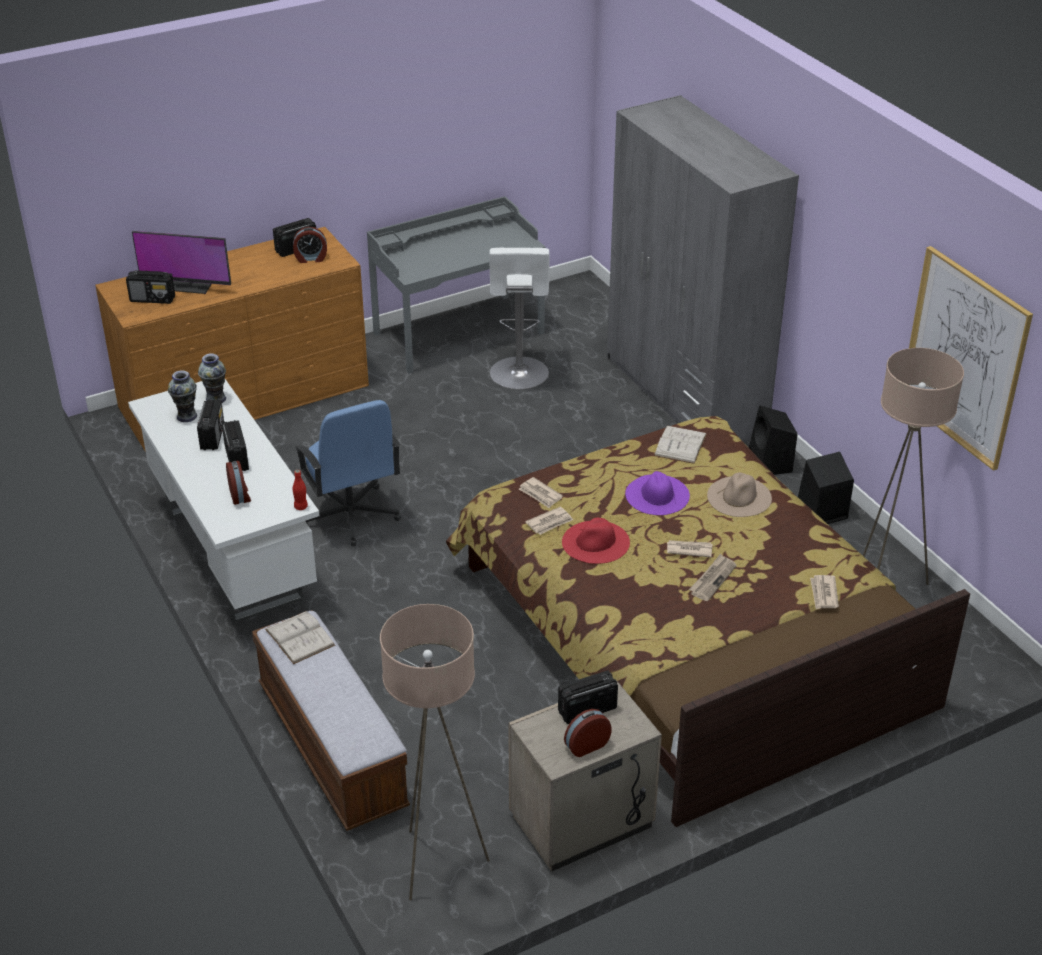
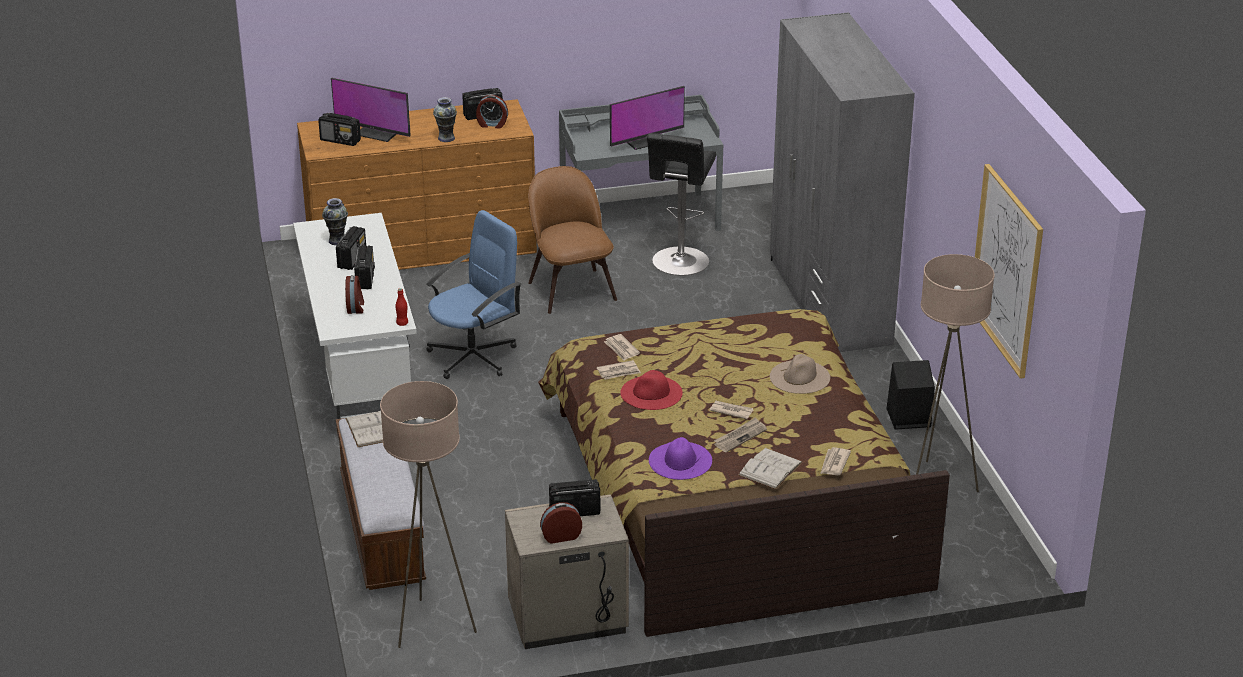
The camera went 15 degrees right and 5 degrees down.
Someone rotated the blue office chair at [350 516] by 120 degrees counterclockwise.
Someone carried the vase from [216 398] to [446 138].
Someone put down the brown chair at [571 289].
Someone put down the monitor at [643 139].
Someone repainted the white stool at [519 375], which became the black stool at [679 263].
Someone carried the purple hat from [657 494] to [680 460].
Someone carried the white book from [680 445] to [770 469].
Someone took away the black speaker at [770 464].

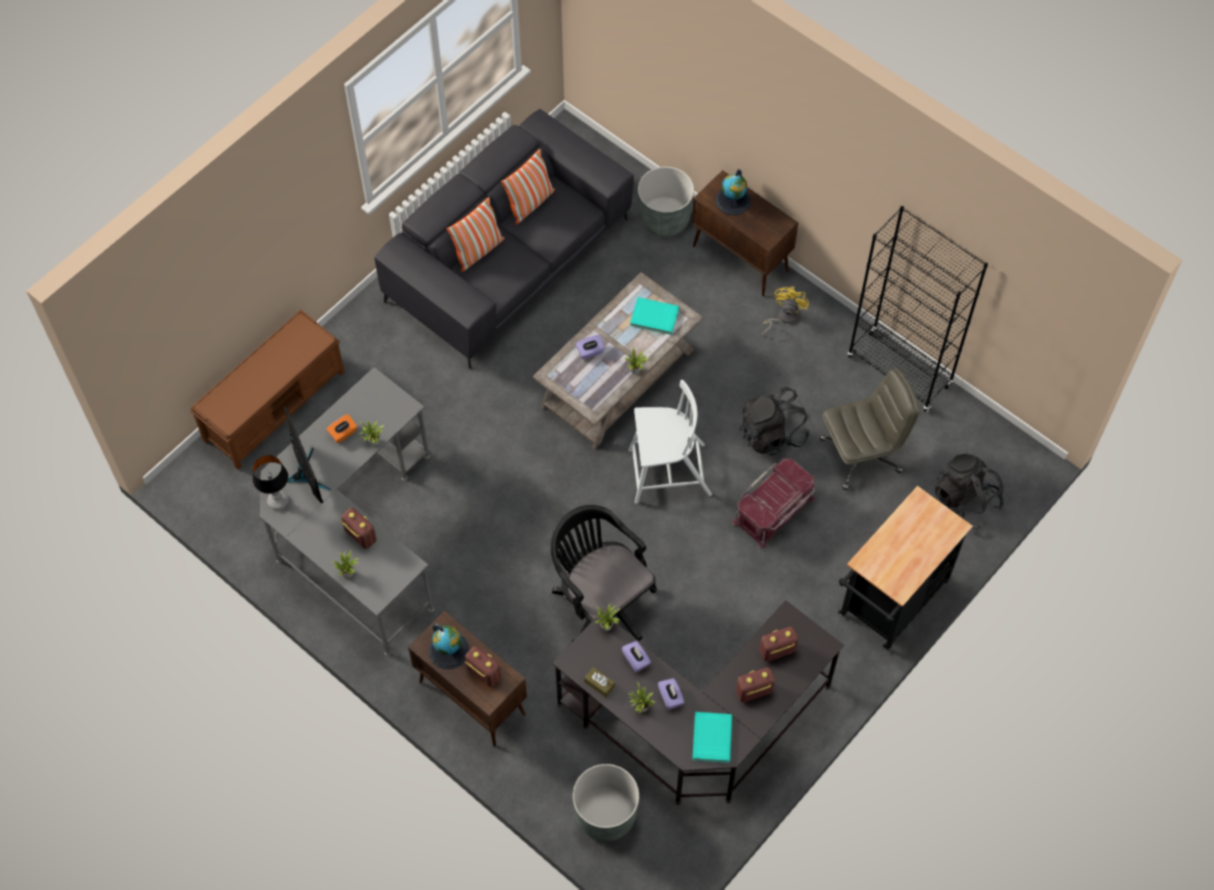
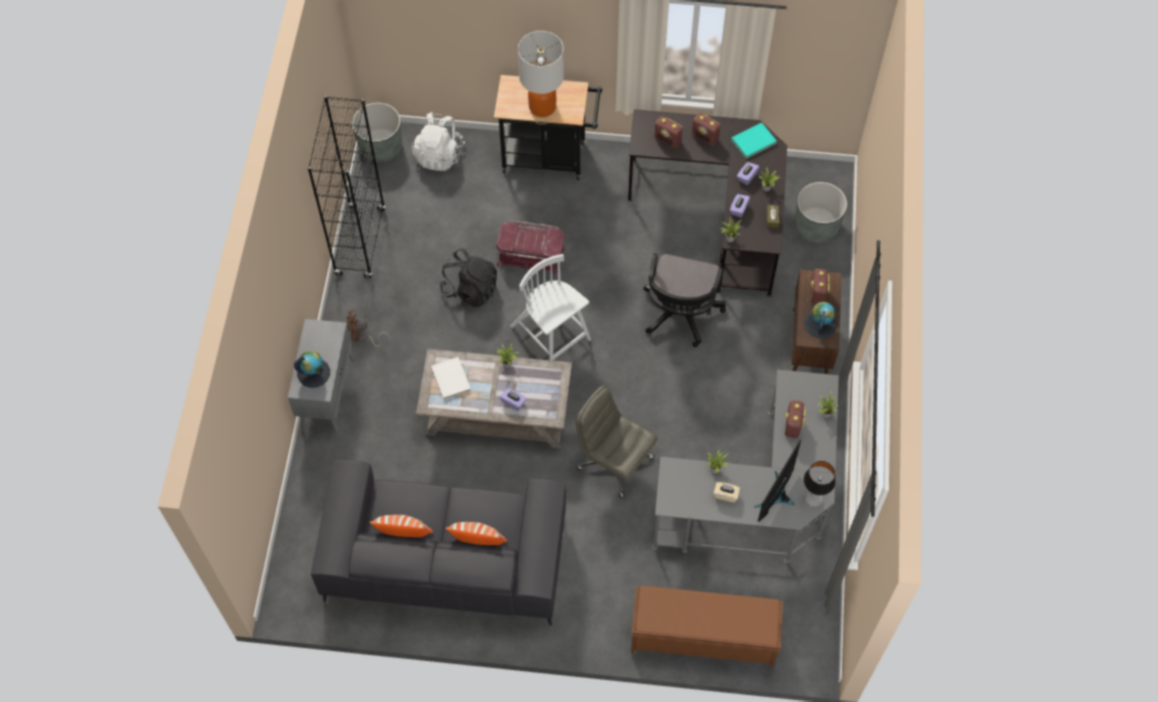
The camera went 125 degrees left and 0 degrees up.
Someone repainted the brown cabinet at [741 259], which became the grey cabinet at [328 395].
Someone repainted the yellow fan at [783 317], which became the brown fan at [363 337].
Someone carried the grey planter from [664 218] to [381 147].
Someone repainted the black backpack at [965 501], which became the white backpack at [439 155].
Someone repainted the turquoise book at [654 317], which became the white book at [451 379].
Someone put down the table lamp at [542 106].
Someone carried the grey office chair from [861 454] to [614 462].
Someone repainted the orange tissue box at [343 433], which became the beige tissue box at [726 495].

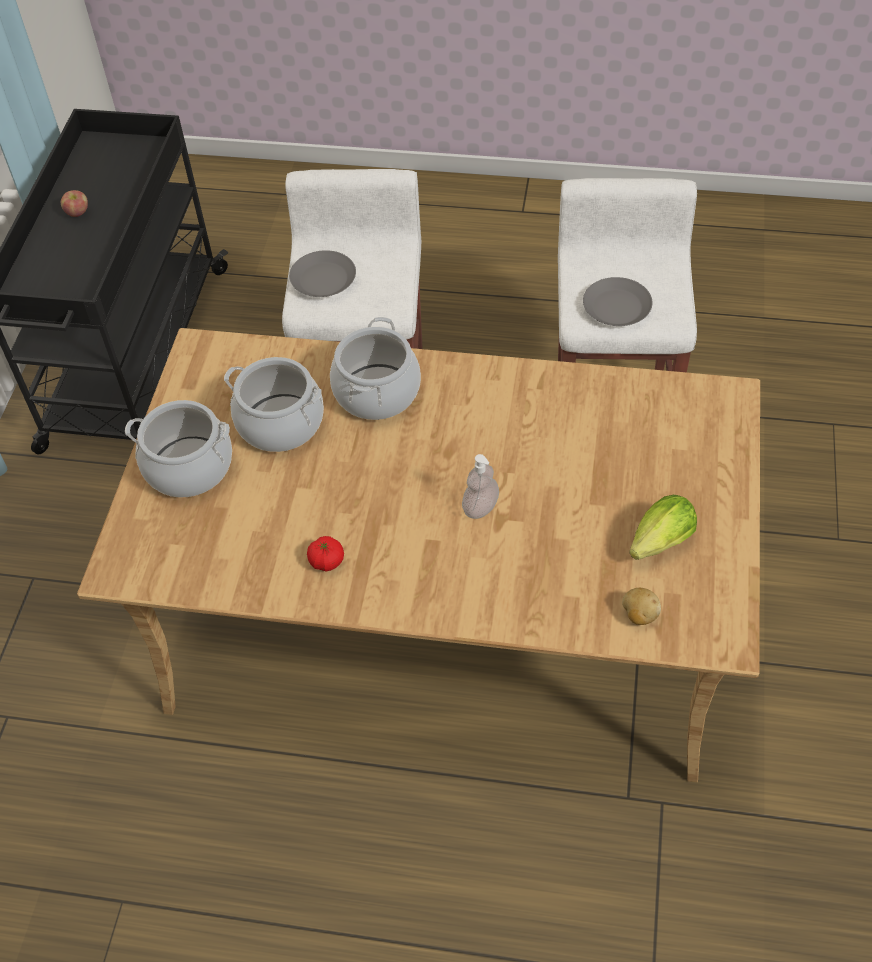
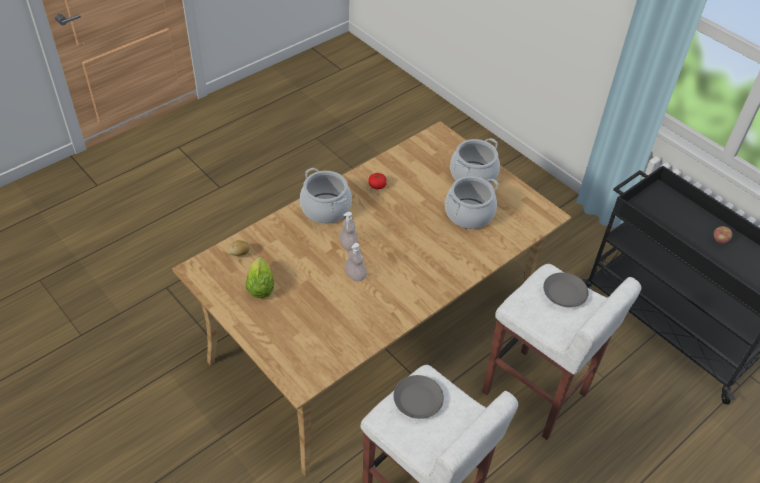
The camera went 125 degrees right and 5 degrees down.
Someone carried the cooking pot from [377 392] to [325 208].
Someone put down the soap dispenser at [355 275].

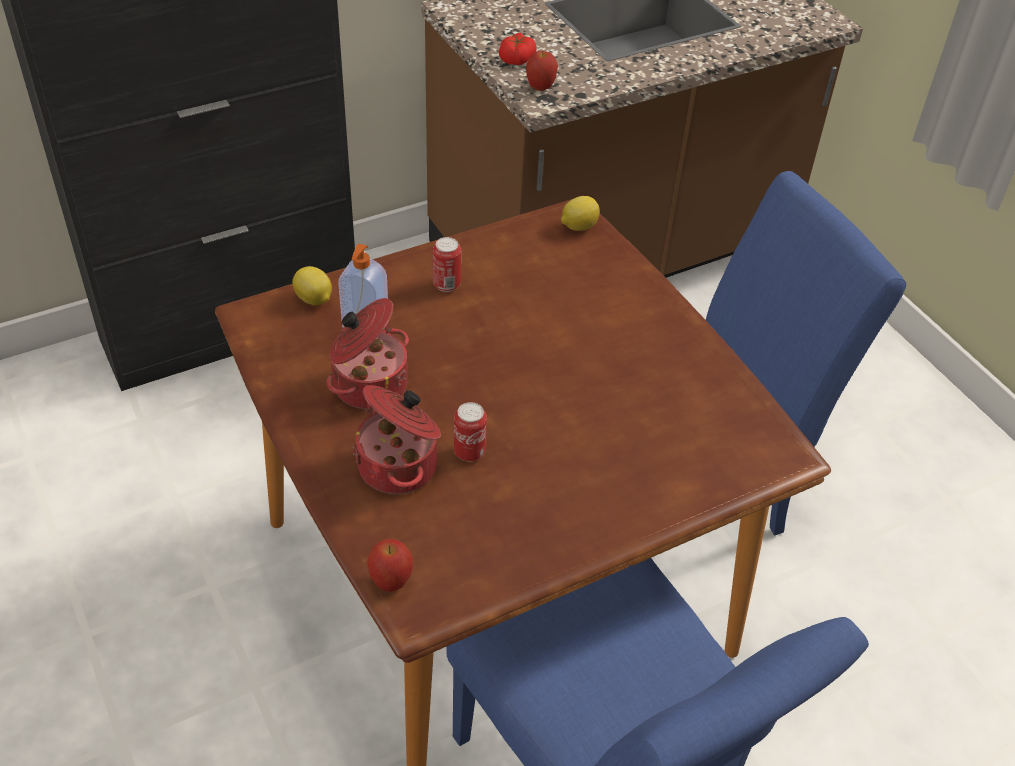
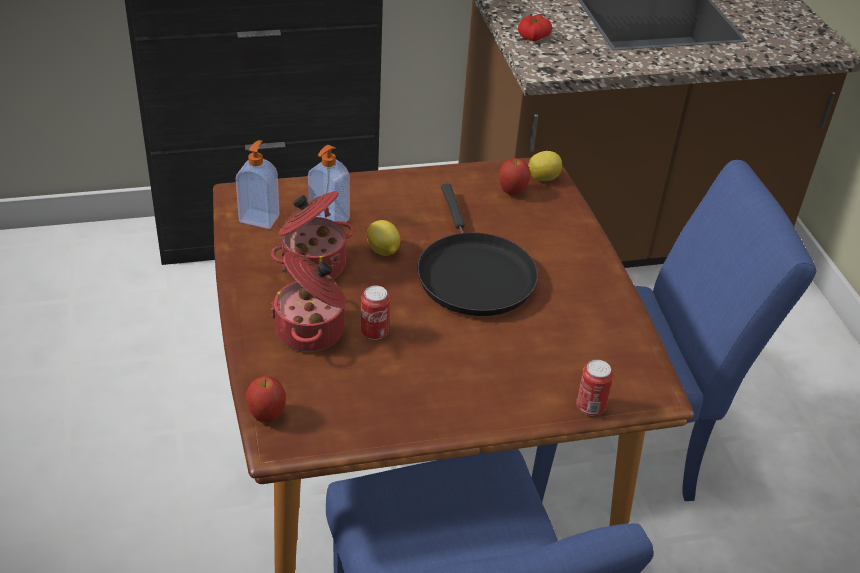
The camera went 15 degrees right and 5 degrees down.
Someone put down the soap dispenser at [259 218].
Someone carried the lemon from [314 300] to [383 251].
Someone put down the black frying pan at [473 274].
Someone carried the apple from [540 88] to [512 192].
Someone carried the can from [446 285] to [590 407].

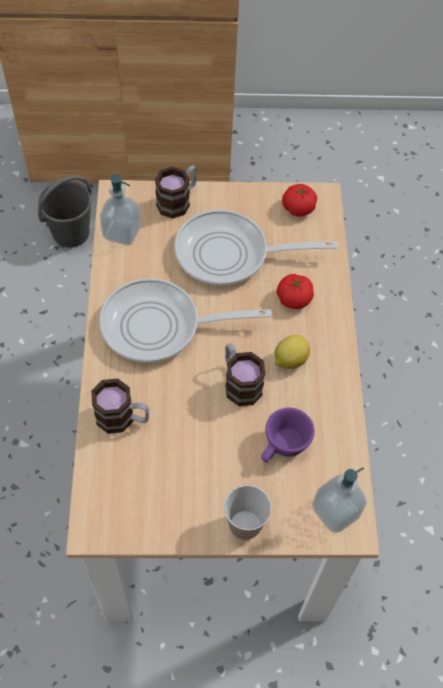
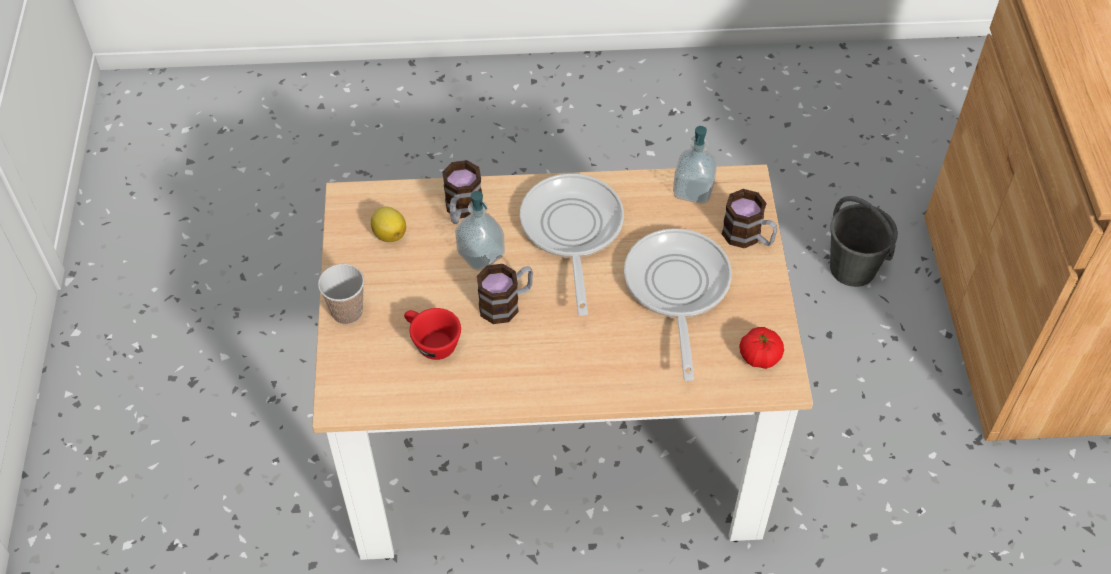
The camera went 90 degrees right and 5 degrees down.
Someone carried the lemon from [289 360] to [389 234].
Someone repainted the purple cup at [283 447], which became the red cup at [431 343].
Someone carried the soap dispenser from [335 511] to [481 254].
Someone took away the tomato at [293 299].

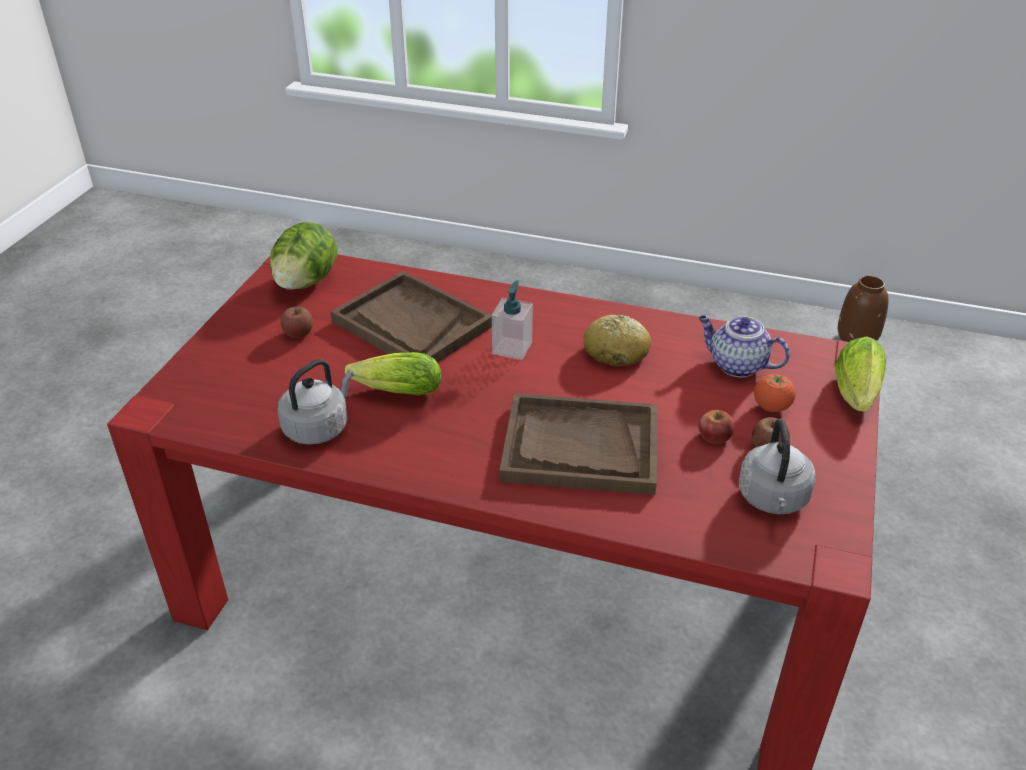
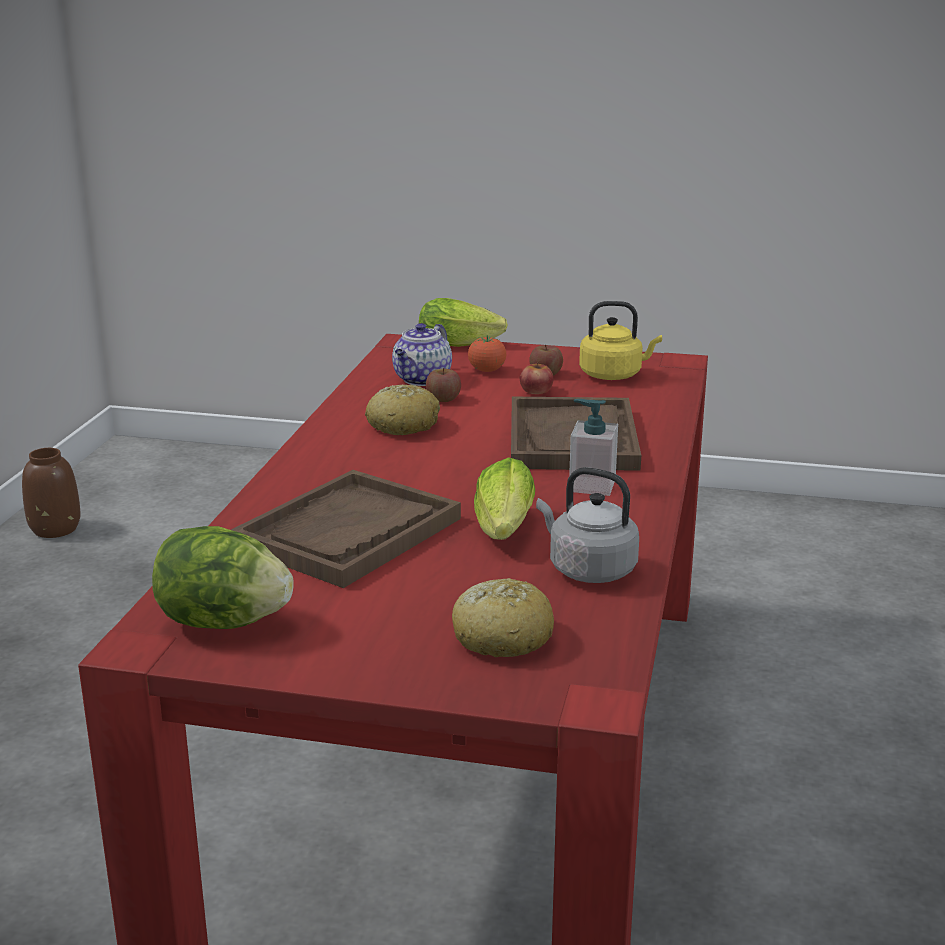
The camera went 95 degrees left and 15 degrees down.
Someone carried the apple from [298 333] to [443 399].
Someone put down the bread at [501 637].
Someone carried the soap dispenser from [512 348] to [592 486].
Someone repainted the grey kettle at [773 499], which became the yellow kettle at [614 375].

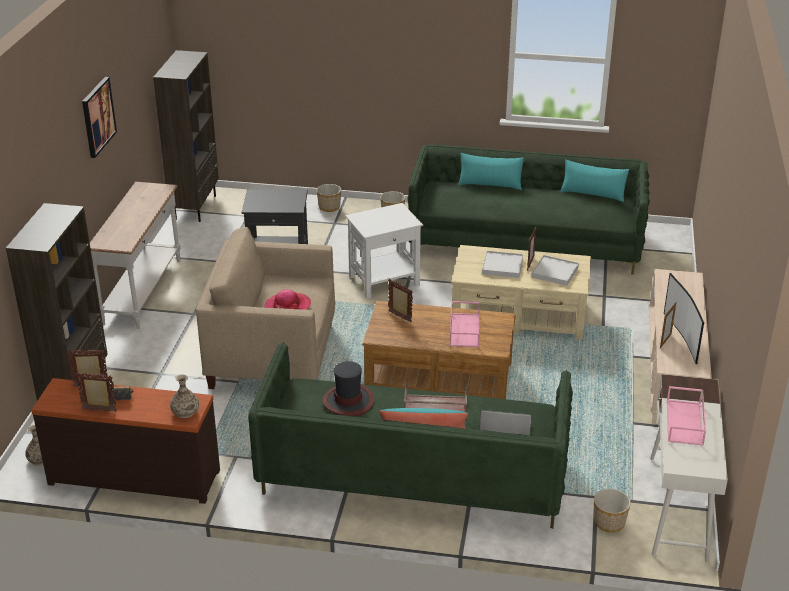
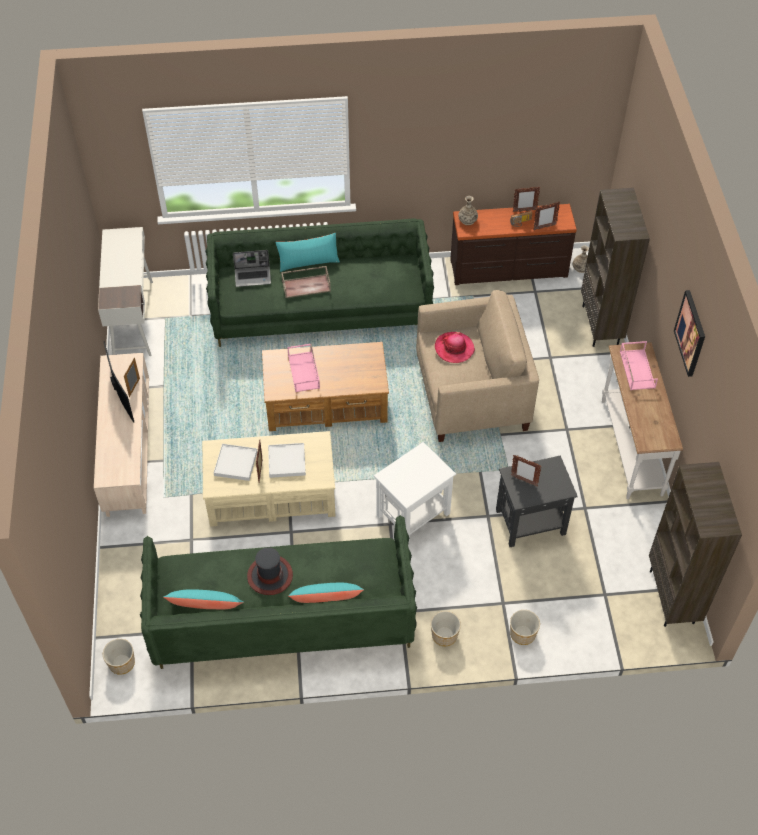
The camera went 165 degrees right and 20 degrees up.
Someone carried the planter from [609 522] to [121 663].
Someone carried the hat from [348 401] to [269 575].
Someone carried the picture frame from [400 317] to [524 480].
Someone carried the pink tray from [685 423] to [636 369].

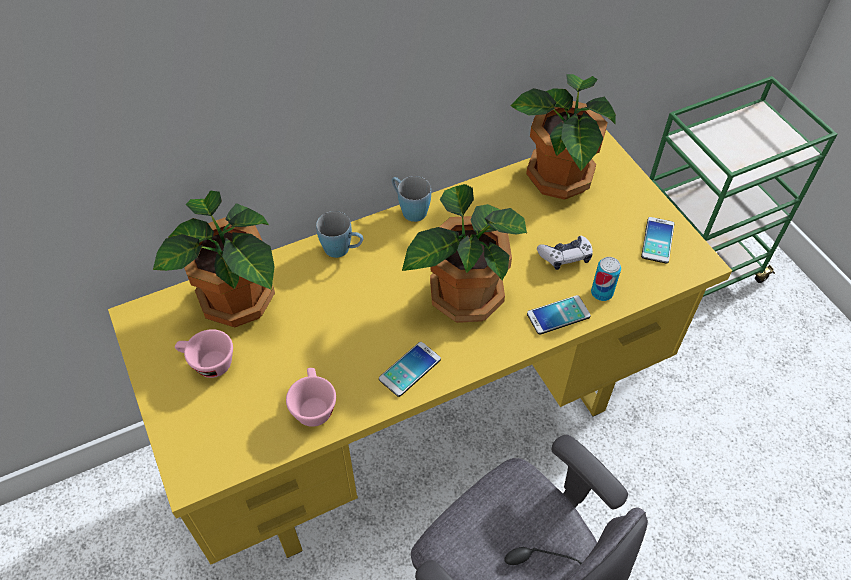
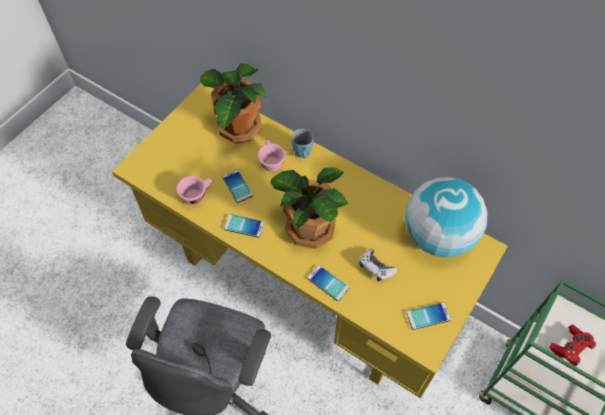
The camera went 60 degrees right and 5 degrees up.
Someone put down the phone at [237 186].
Someone carried the pink cup from [207 363] to [270 161].
Someone swapped the potted plant at [558 179] for the globe at [438 236].
Someone put down the red game controller at [570 347].
Someone took away the blue mug at [409 209].
Someone took away the can at [601 293].

